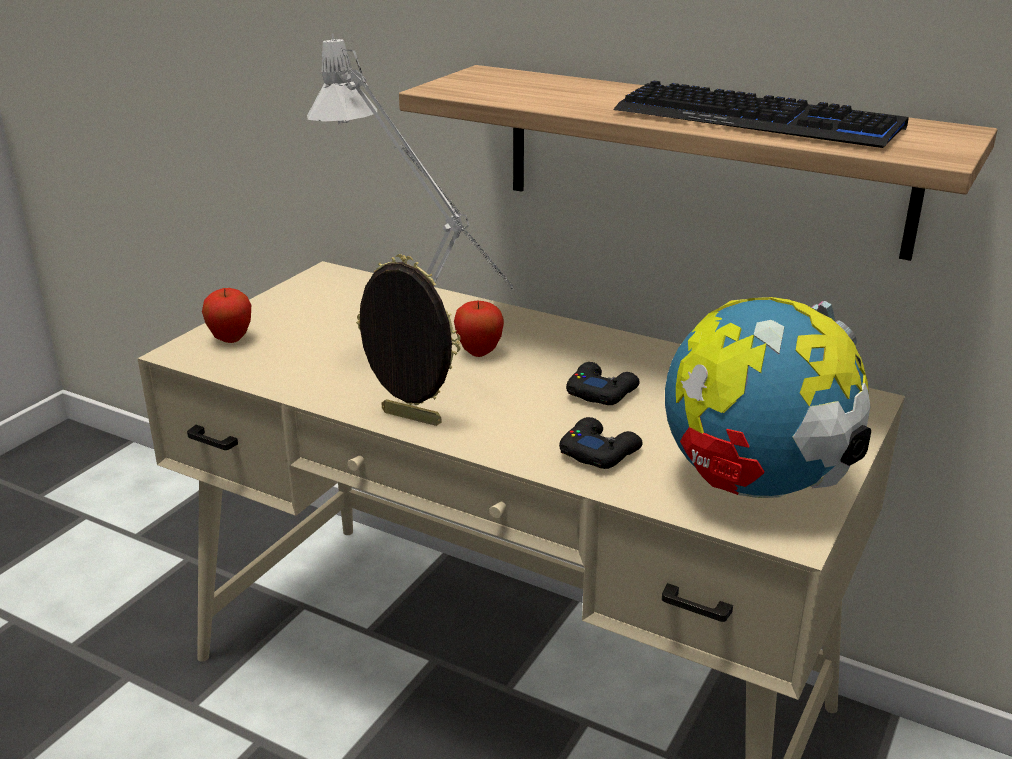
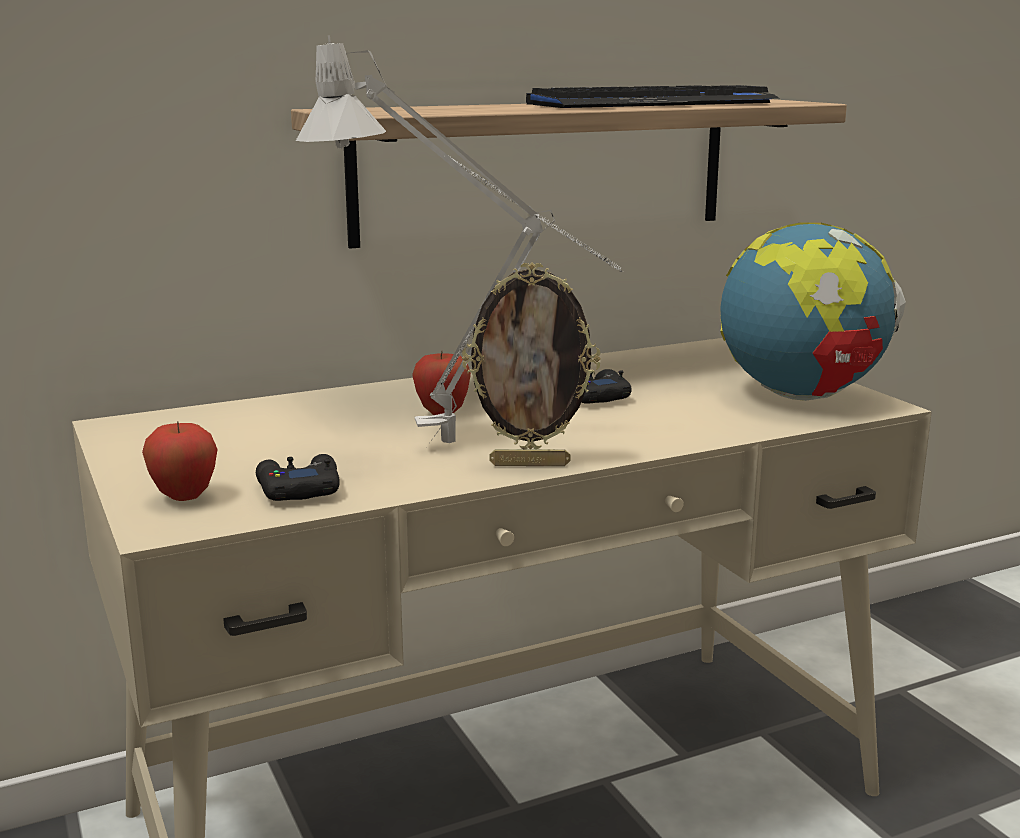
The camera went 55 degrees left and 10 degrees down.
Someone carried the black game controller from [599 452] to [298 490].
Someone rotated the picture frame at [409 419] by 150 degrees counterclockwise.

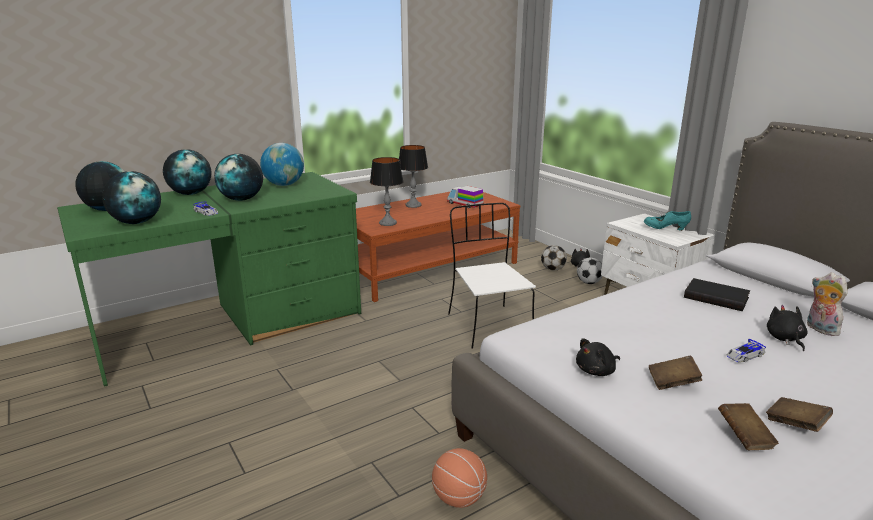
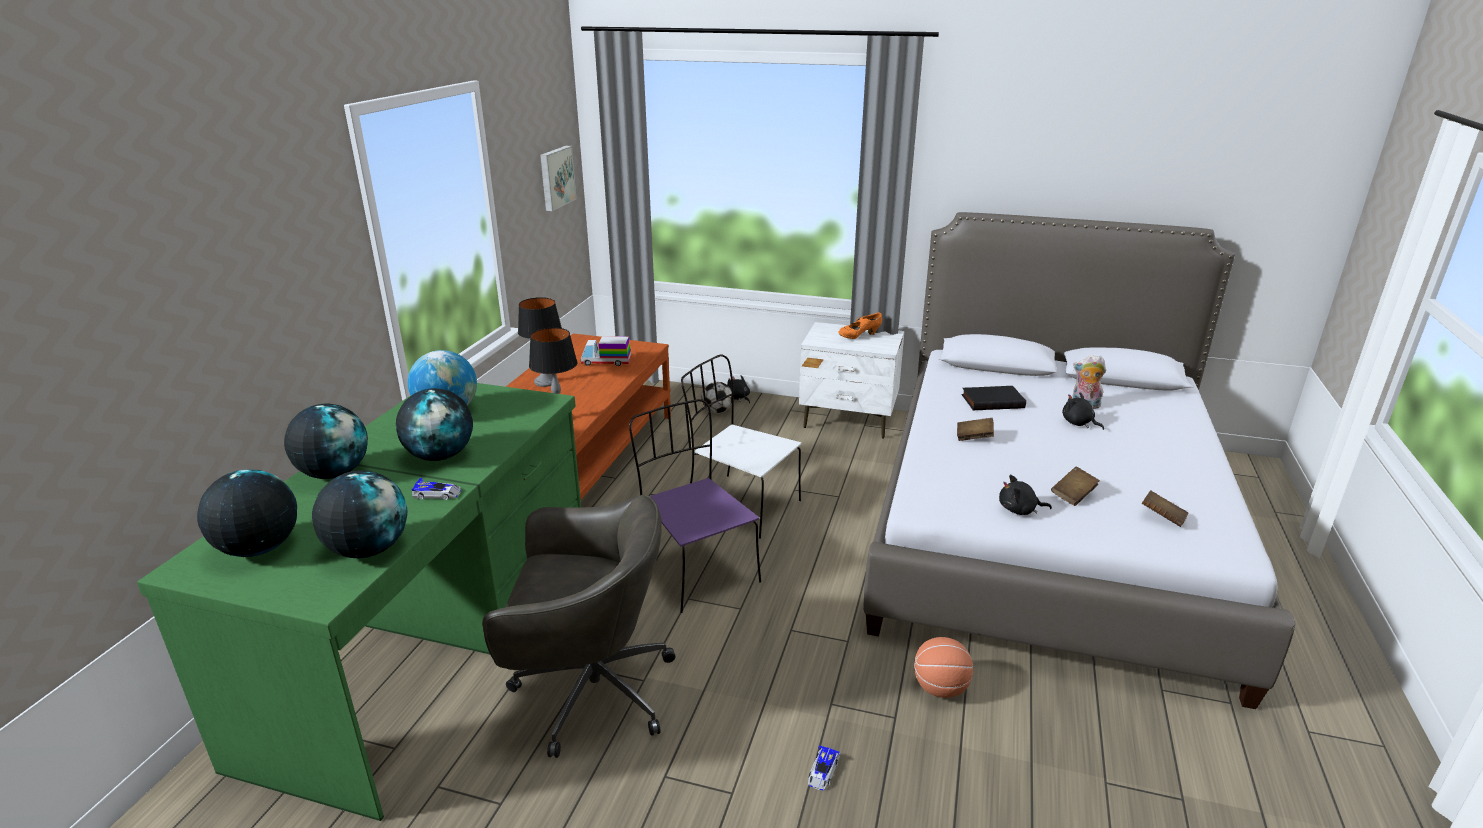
The camera went 40 degrees left and 5 degrees up.
Someone put down the grey office chair at [589 691].
Someone put up the picture at [556 177].
Someone put down the purple chair at [695 568].
Someone carried the toy car from [744 355] to [822 772].
Someone repainted the turquoise shoe at [665 229], which became the orange shoe at [859 336].
Someone carried the brown book from [795 424] to [974 437].
Someone rotated the black plush toy at [597 371] by 75 degrees clockwise.
Someone took away the football at [589 282].

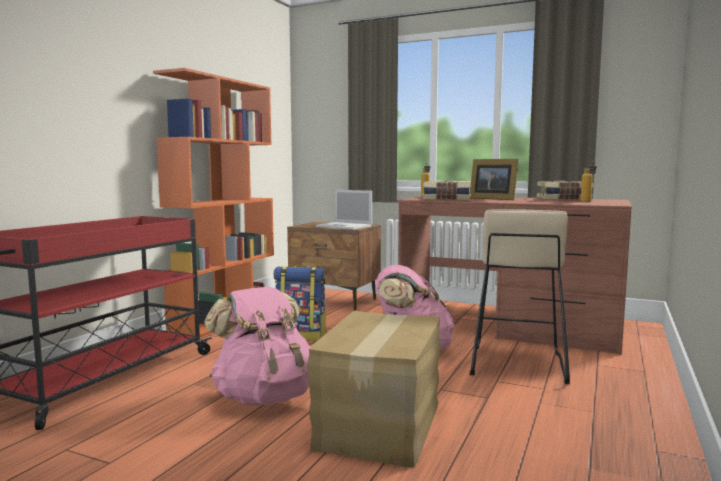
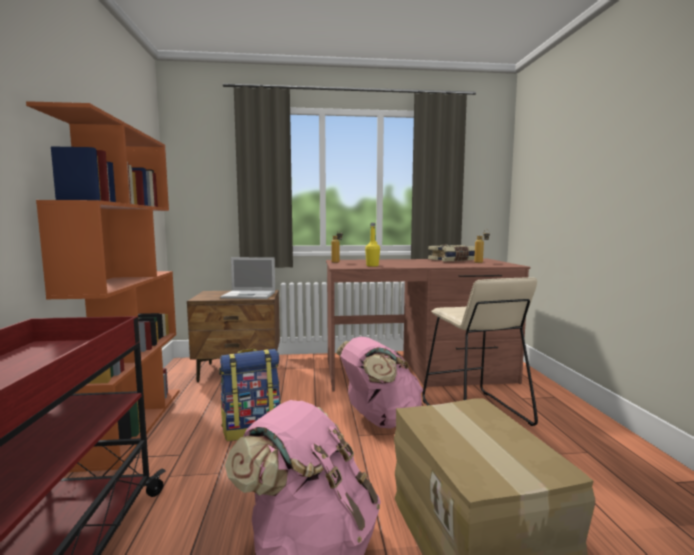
The camera went 30 degrees left and 0 degrees up.
Someone swapped the book at [446 199] for the yellow bottle at [372 266].
Someone took away the picture frame at [492 198].

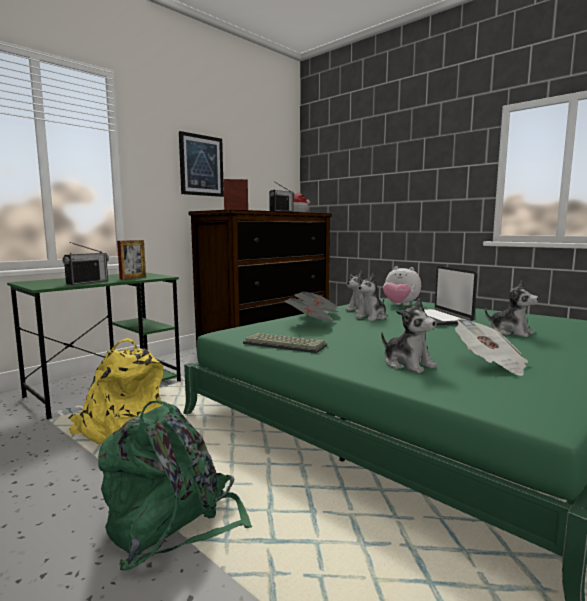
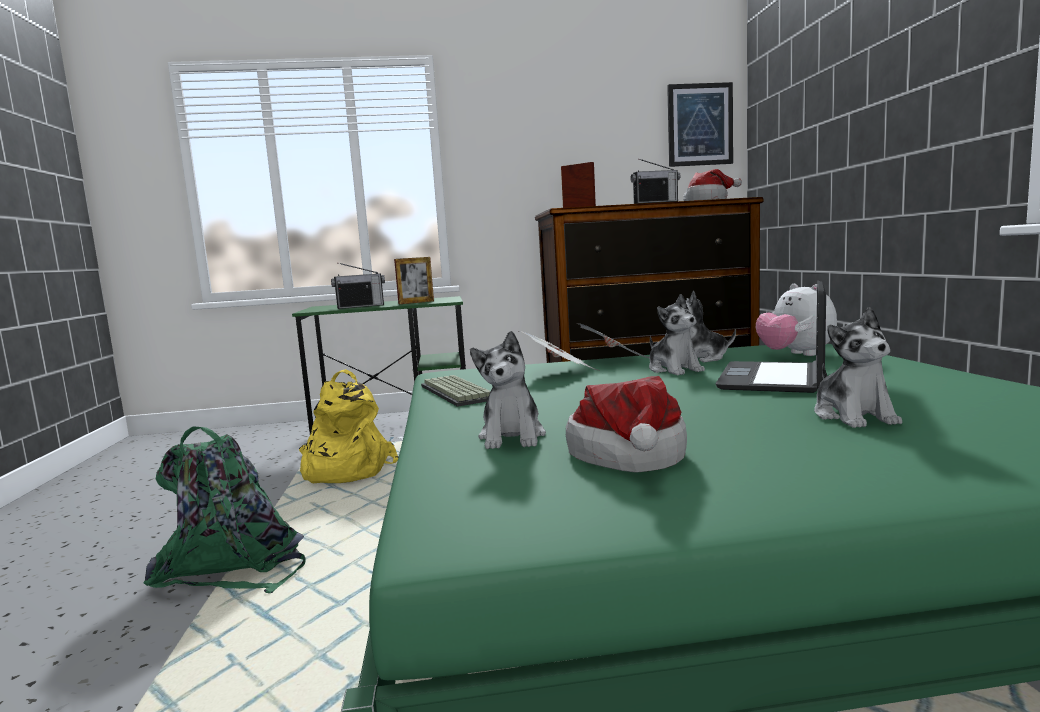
The camera went 40 degrees right and 0 degrees up.
Someone swapped the newspaper at [490 364] for the hat at [629 458].
Someone rotated the plush toy at [371 317] by 105 degrees counterclockwise.
Someone carried the picture from [201 165] to [699 125].

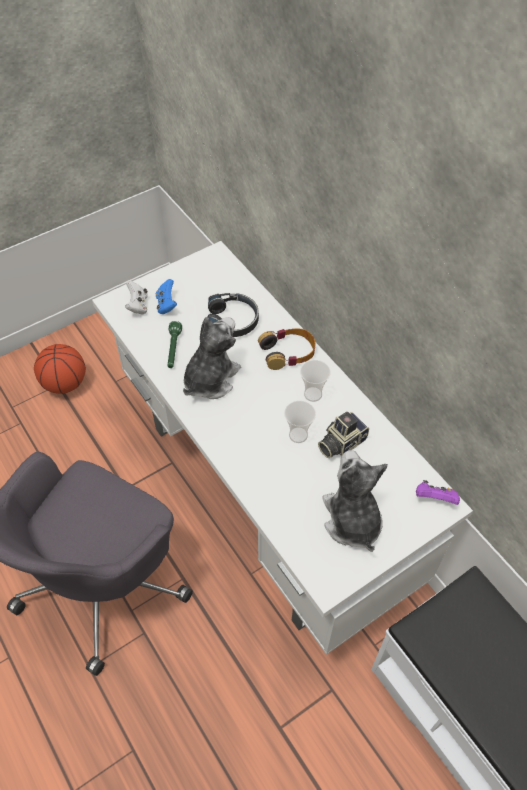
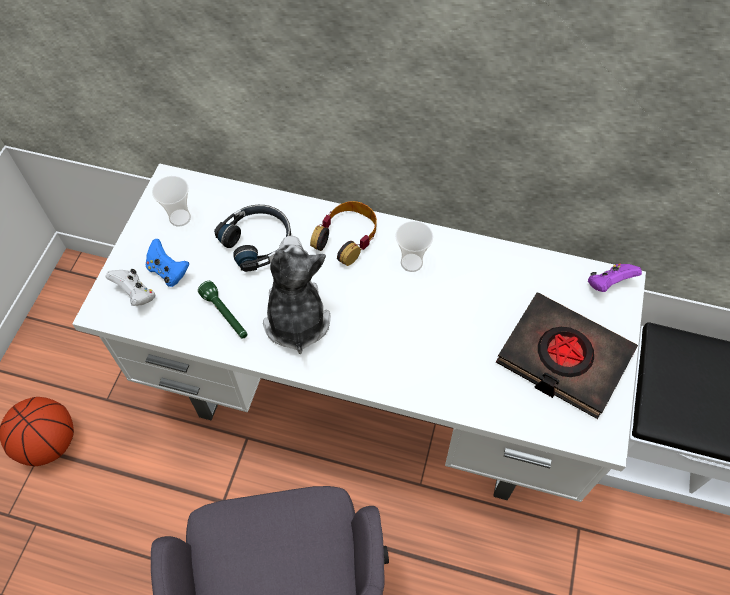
The camera went 40 degrees left and 5 degrees up.
Someone carried the cup from [298 435] to [180 218].
Someone swapped the plush toy at [351 520] for the black book at [563 358].
Someone took away the photo camera at [340 442].

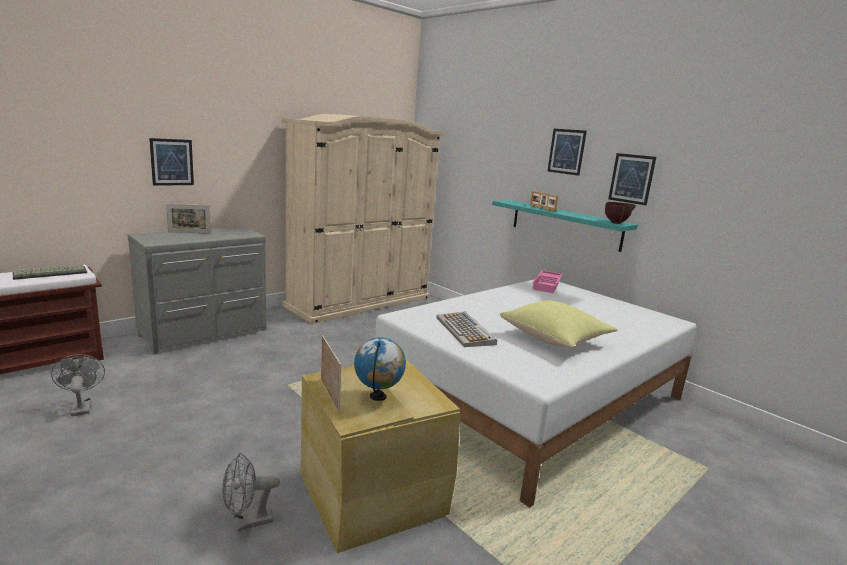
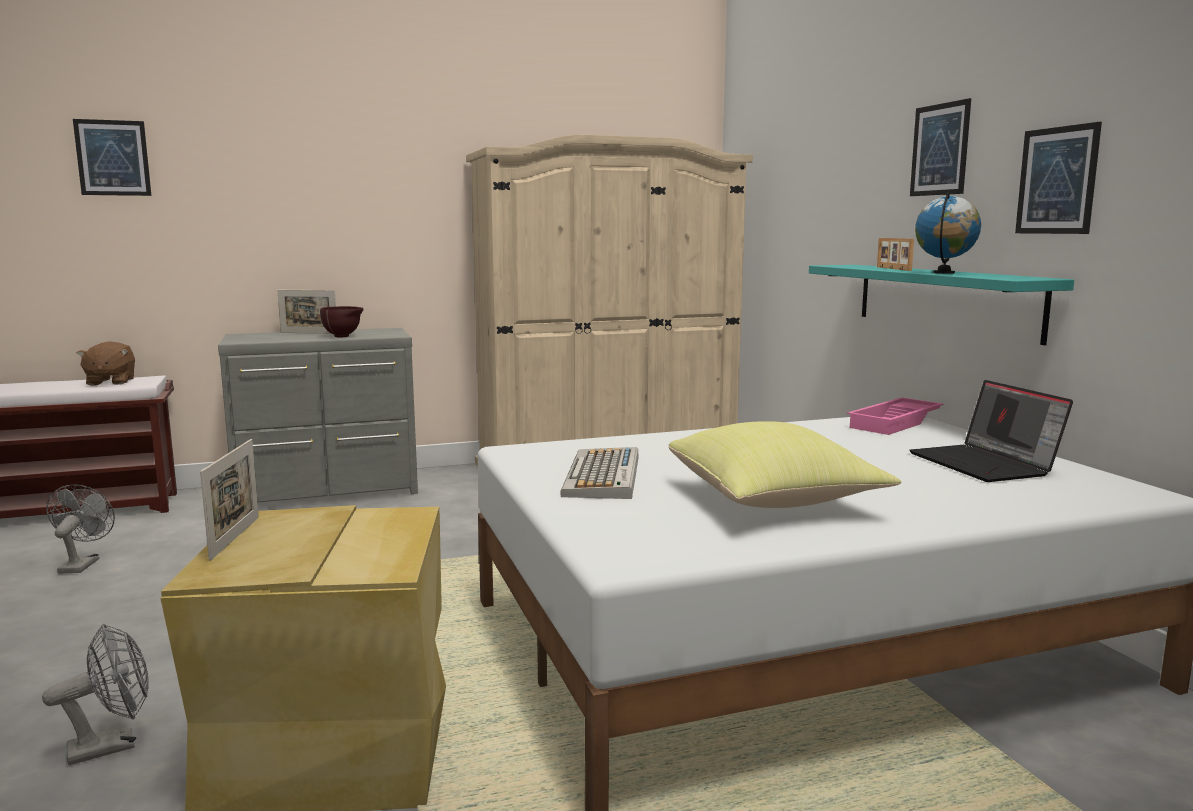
The camera went 25 degrees right and 5 degrees down.
Someone rotated the grey fan at [247 522] by 150 degrees clockwise.
Someone carried the picture from [172 162] to [113 158].
Someone swapped the keyboard at [51 273] for the brown plush toy at [110 382].
Someone carried the brown bowl from [617 223] to [343 336].
Someone put down the laptop at [985 464].
Someone carried the globe from [378 397] to [944 273].

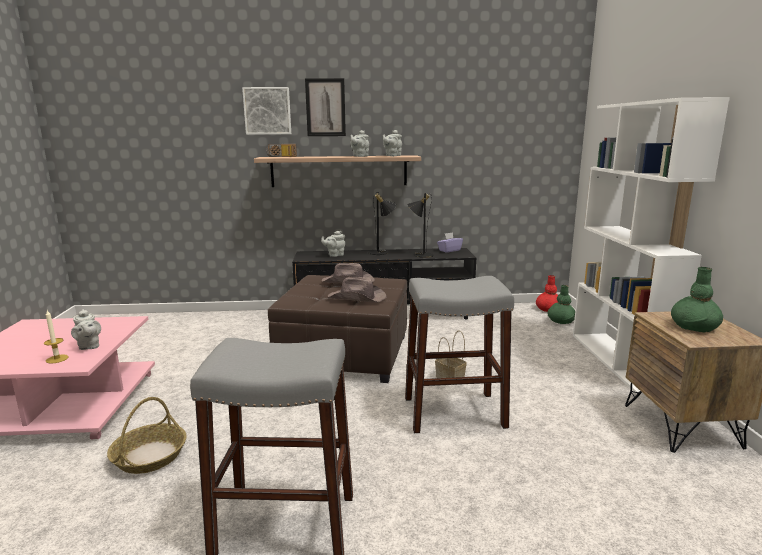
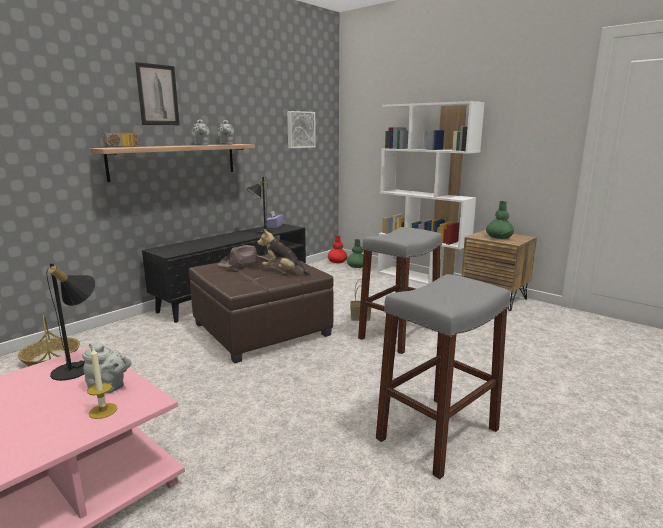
The camera went 45 degrees left and 0 degrees up.
Someone carried the basket from [150 456] to [51 358].
Someone carried the black table lamp from [382 252] to [78 368].
Someone swapped the brown hat at [357 298] for the plush toy at [283 271].
Someone carried the picture from [267 111] to [300 129].
Someone took away the grey teapot at [335 255].

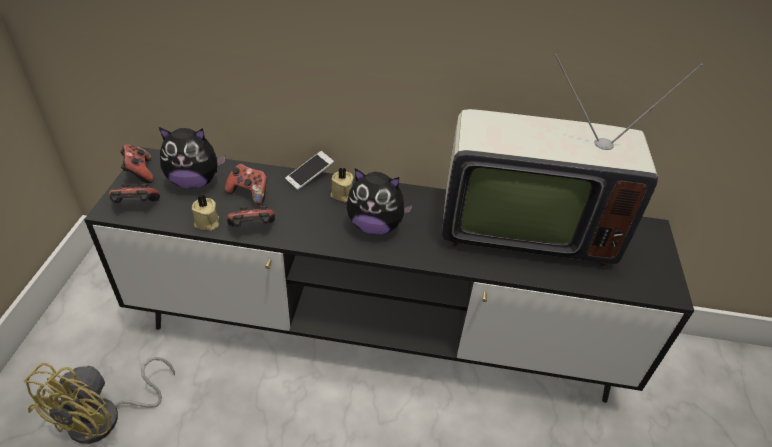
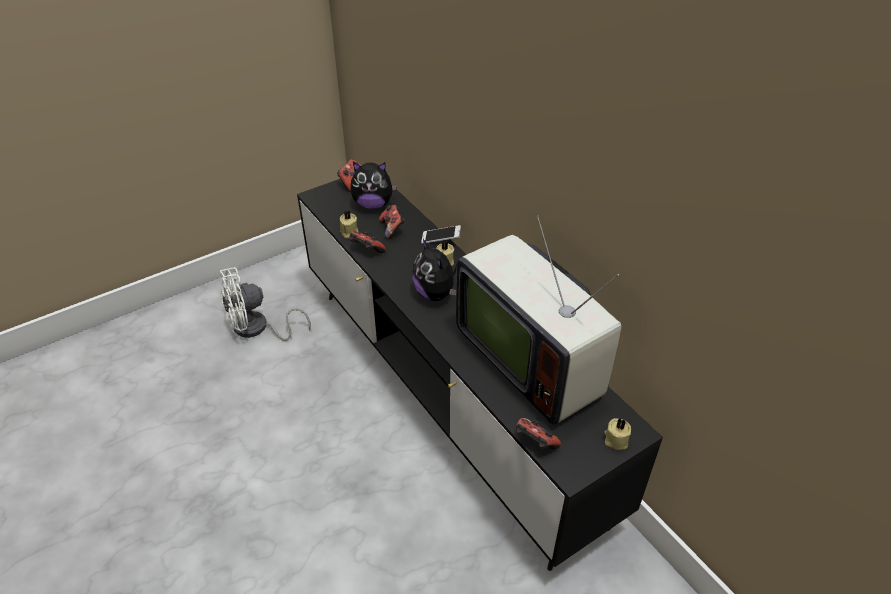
The camera went 50 degrees right and 0 degrees up.
Someone repainted the yellow fan at [106 418], which became the white fan at [257 329].
Someone rotated the plush toy at [194 181] by 45 degrees counterclockwise.
Someone carried the game controller from [136 206] to [534 443].
Someone put down the beige candle at [615 439].

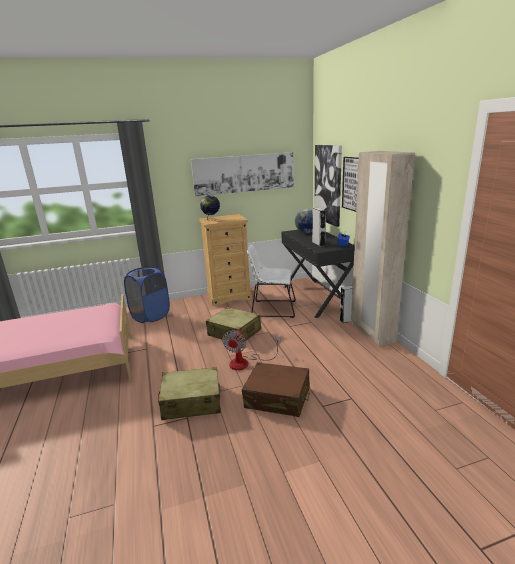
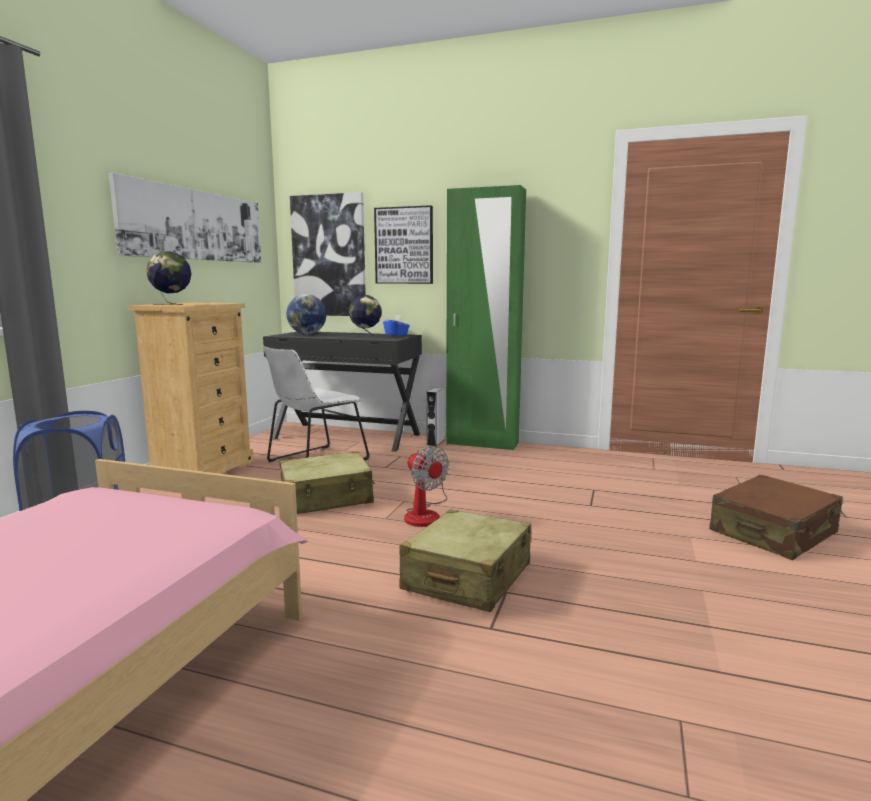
The camera went 55 degrees left and 10 degrees down.
Someone swapped the grey speaker at [318 243] for the globe at [366 337].
Someone repainted the beige wardrobe at [372 332], which became the green wardrobe at [482 443].
Someone carried the brown suitcase from [277 398] to [773 533].

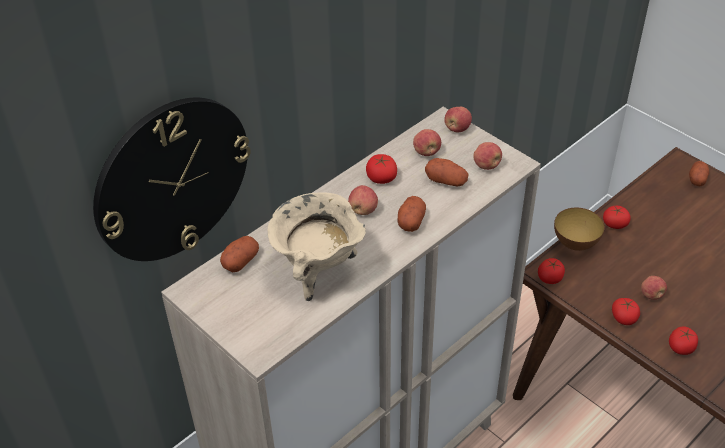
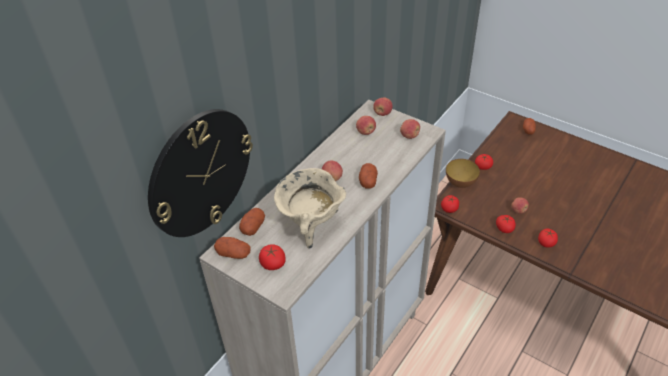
The camera went 10 degrees left and 0 degrees up.
Someone carried the potato from [446 181] to [234 253].
Someone carried the tomato from [381 177] to [273 263].

